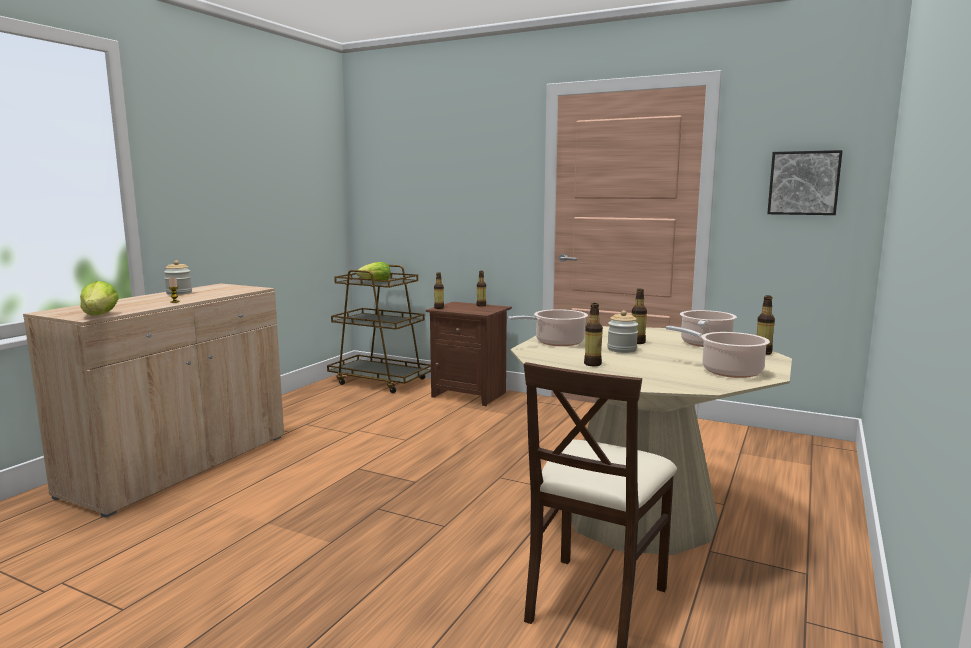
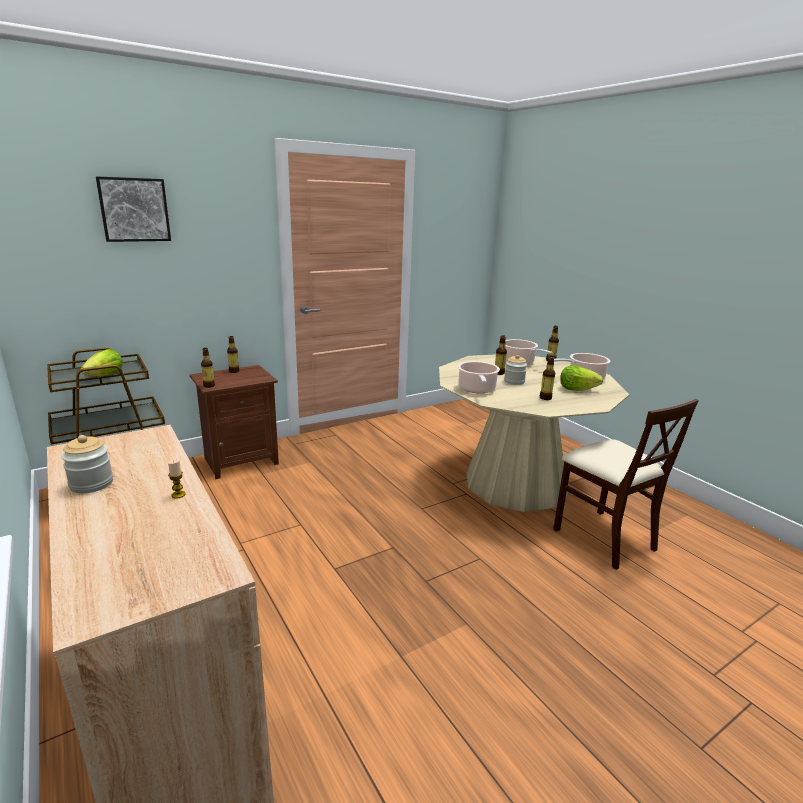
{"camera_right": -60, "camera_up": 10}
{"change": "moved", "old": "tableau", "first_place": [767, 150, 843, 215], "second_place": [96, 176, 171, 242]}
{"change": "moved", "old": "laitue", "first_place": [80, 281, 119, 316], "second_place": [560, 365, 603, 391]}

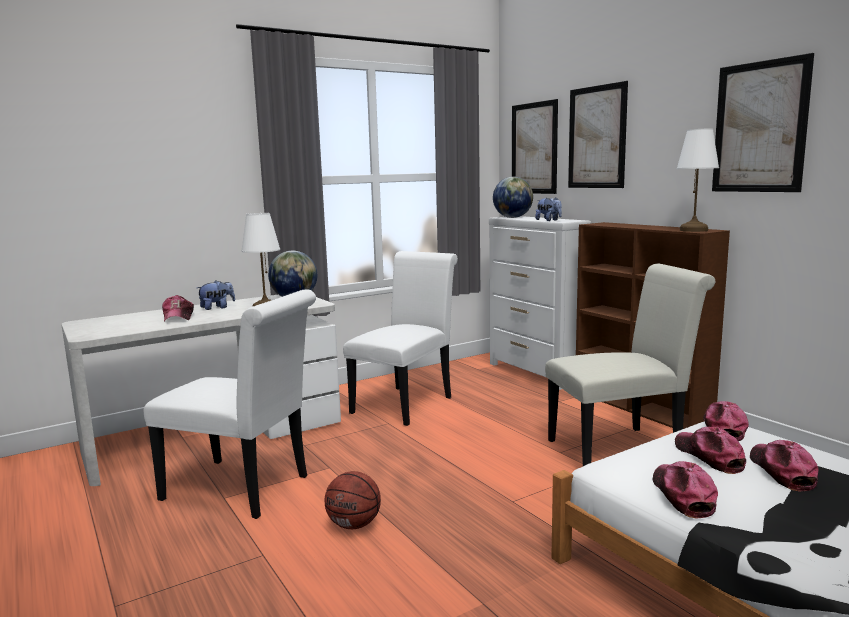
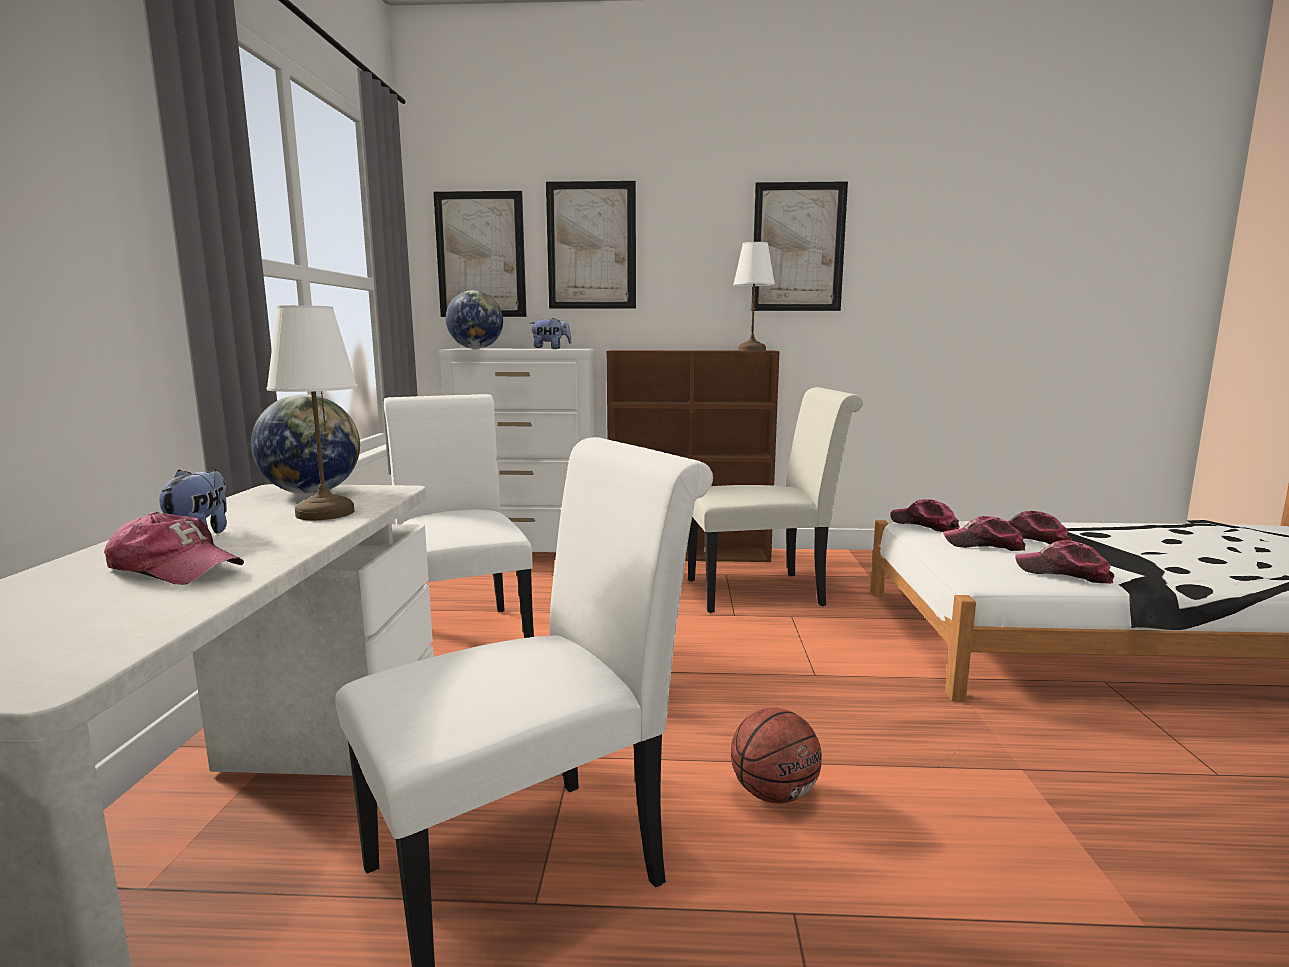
{"camera_right": -55, "camera_up": 0}
{"change": "turned", "old": "chaise/blanc", "first_place": [545, 264, 715, 466], "second_place": [688, 387, 863, 613], "degrees": 60}

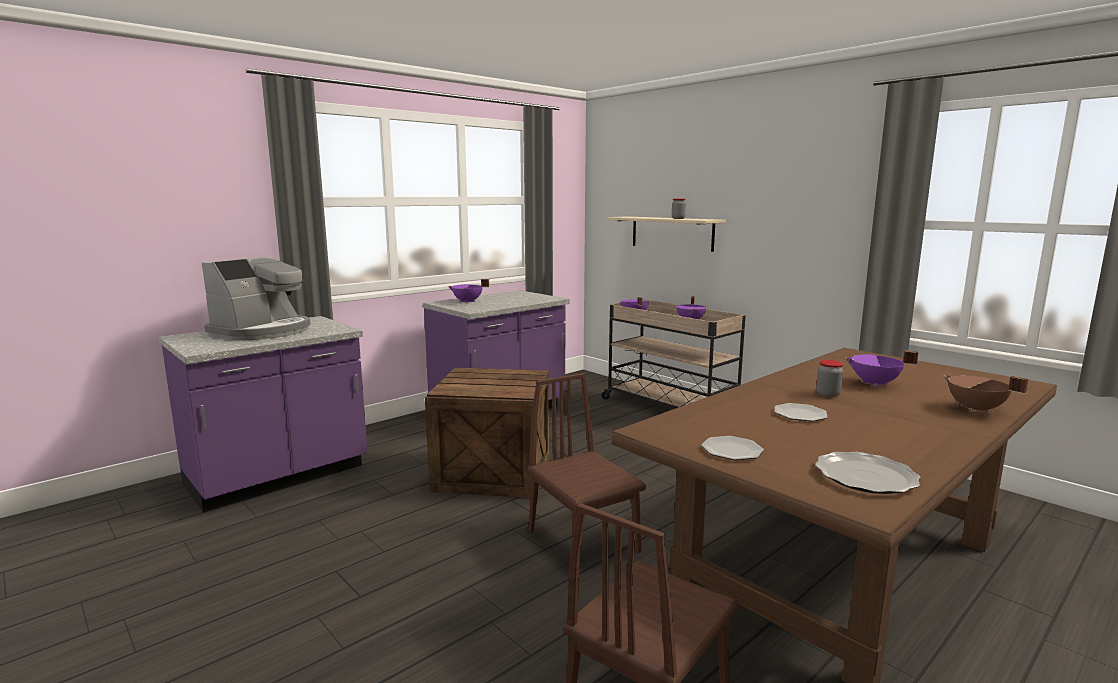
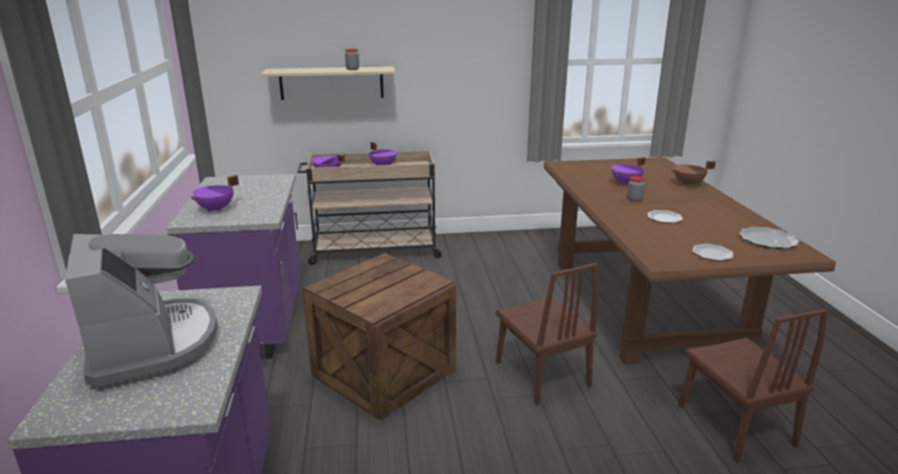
{"camera_right": -55, "camera_up": 10}
{"change": "turned", "old": "chaise/marron", "first_place": [528, 373, 646, 553], "second_place": [496, 263, 598, 405], "degrees": -120}

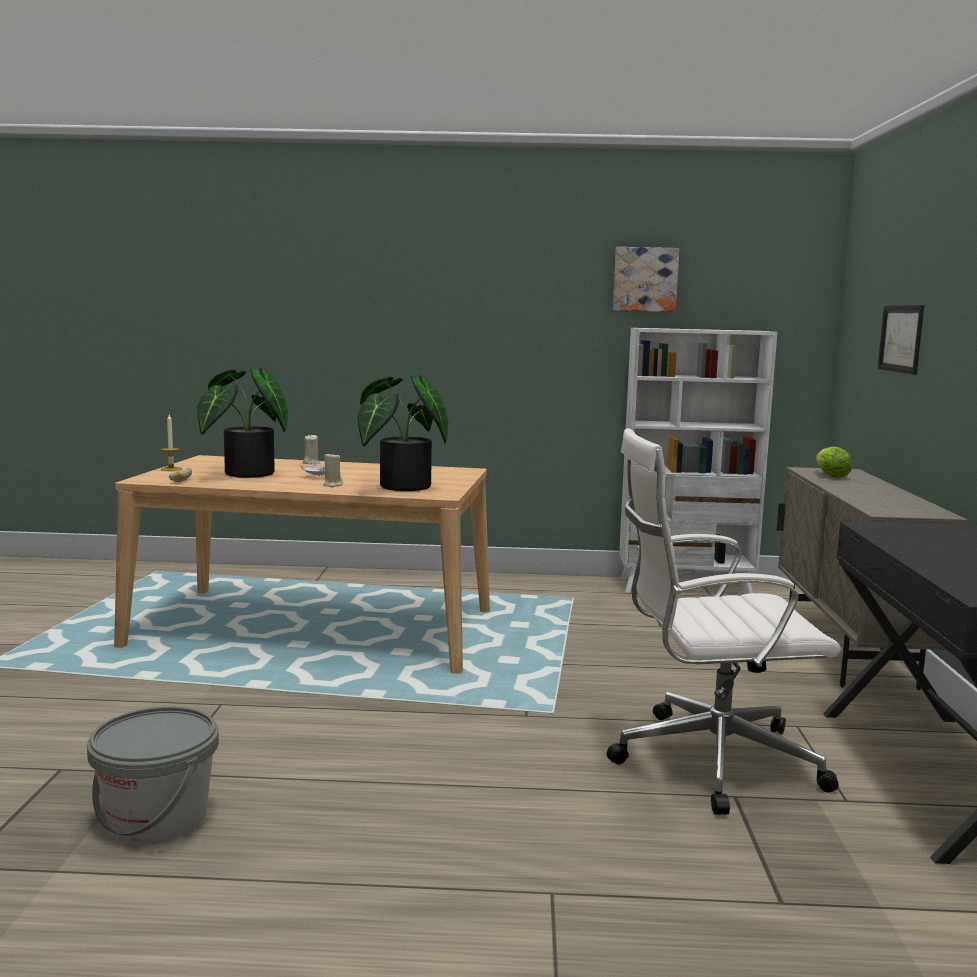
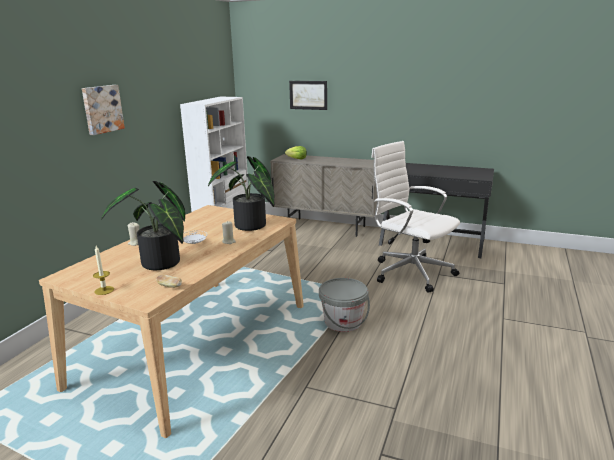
{"camera_right": -70, "camera_up": 10}
{"change": "moved", "old": "tableau", "first_place": [613, 247, 679, 312], "second_place": [82, 85, 125, 135]}
{"change": "moved", "old": "seau/gris", "first_place": [87, 706, 219, 845], "second_place": [319, 278, 370, 332]}
{"change": "turned", "old": "chaise de bureau/blanc", "first_place": [607, 428, 841, 815], "second_place": [371, 141, 460, 293], "degrees": 120}

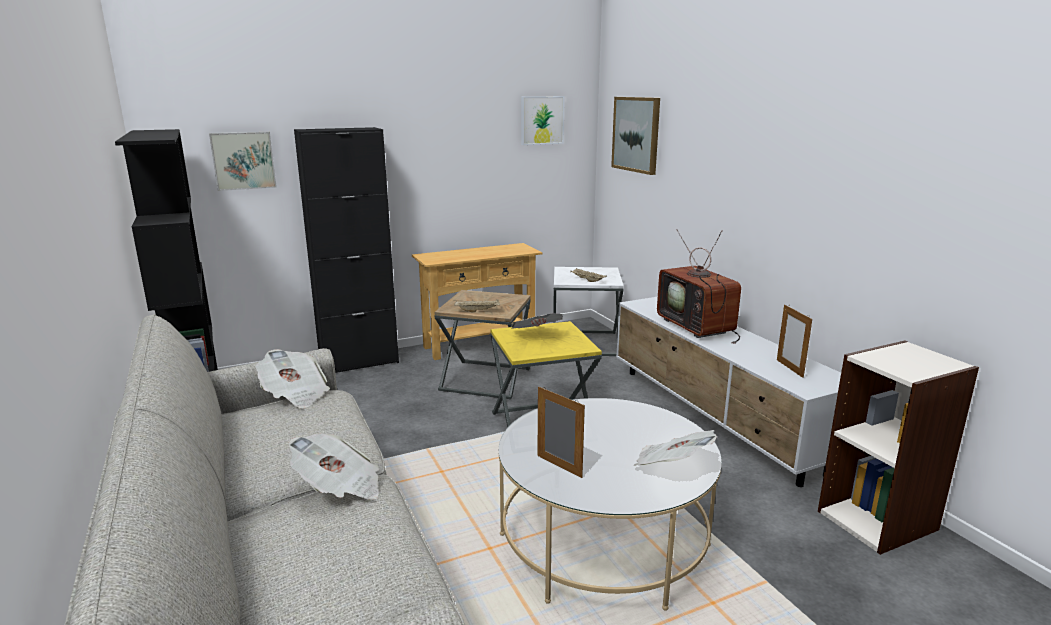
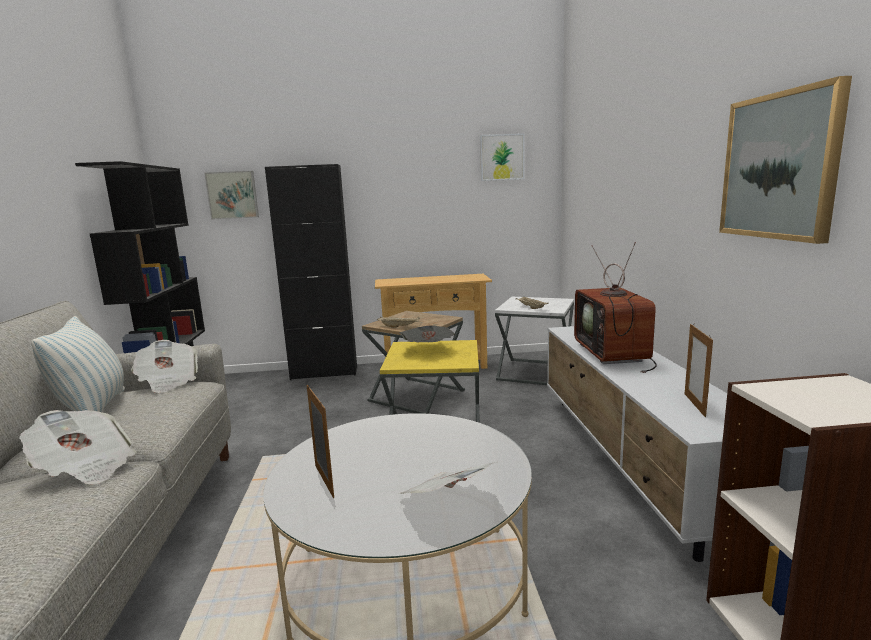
{"camera_right": 20, "camera_up": -5}
{"change": "added", "new": "coussin", "second_place": [31, 316, 125, 412]}
{"change": "moved", "old": "tableau", "first_place": [611, 97, 660, 175], "second_place": [719, 76, 852, 244]}

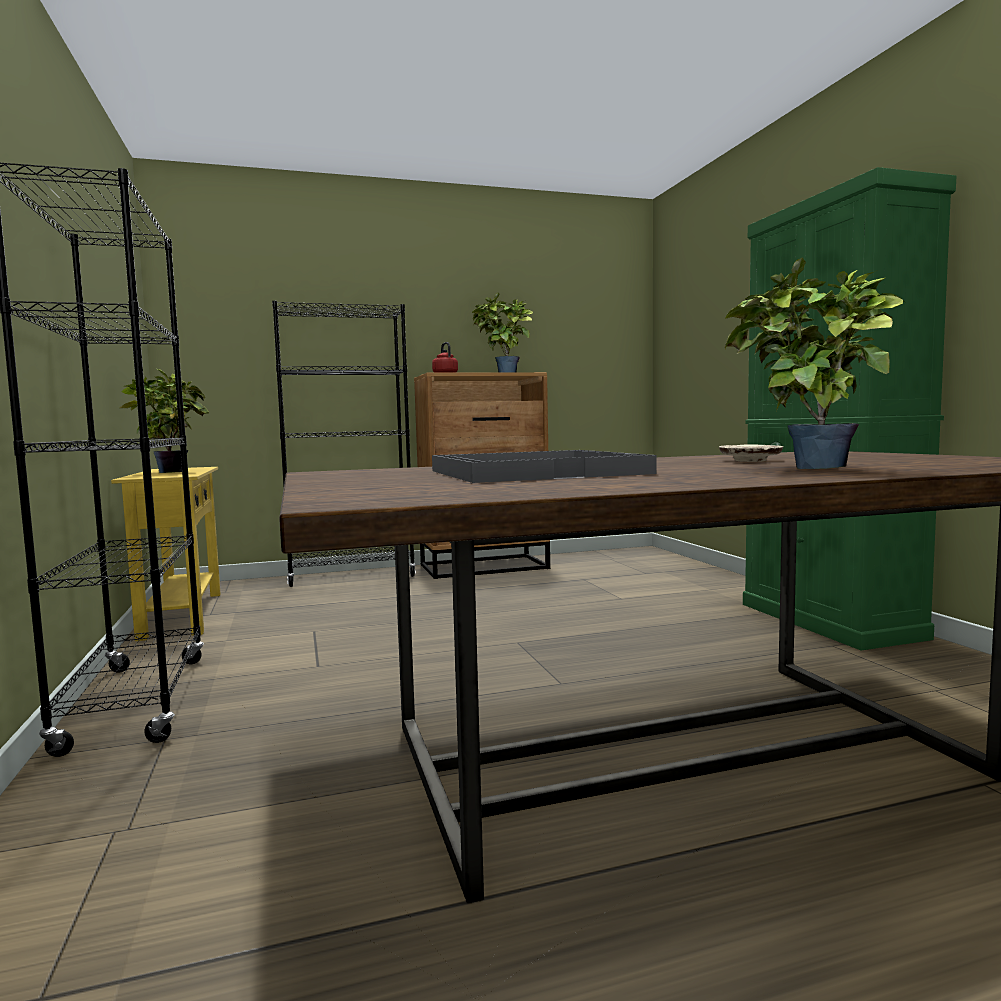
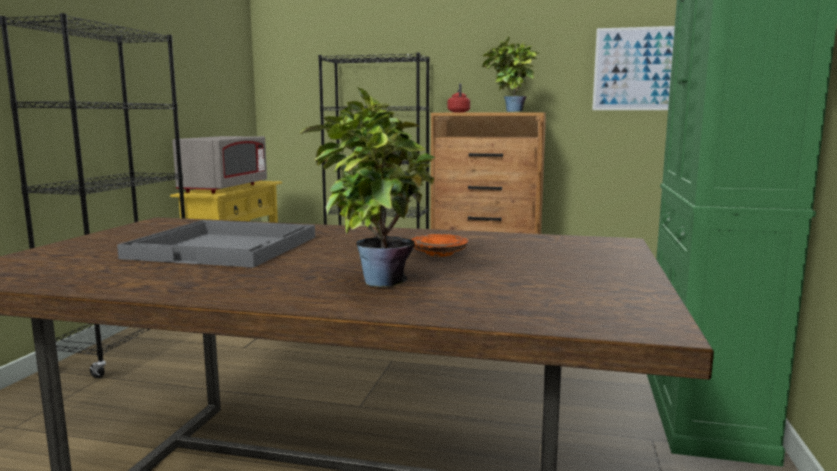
{"camera_right": 30, "camera_up": 5}
{"change": "replaced", "old": "plante en pot", "new": "micro-ondes/gris", "first_place": [120, 369, 209, 473], "second_place": [172, 136, 267, 193]}
{"change": "recoloured", "old": "assiette/beige", "new": "assiette/orange", "first_place": [719, 444, 783, 462], "second_place": [412, 234, 468, 257]}
{"change": "added", "new": "tableau", "second_place": [592, 26, 675, 110]}

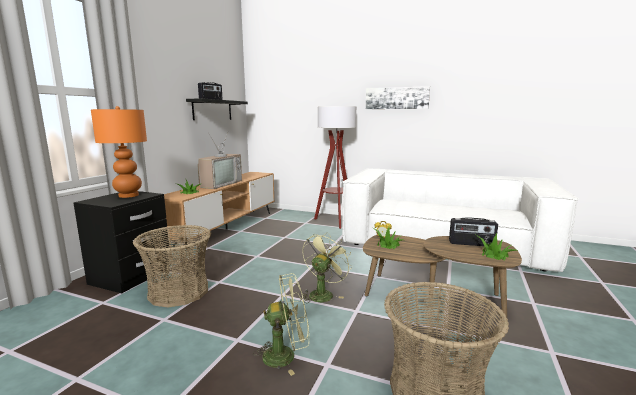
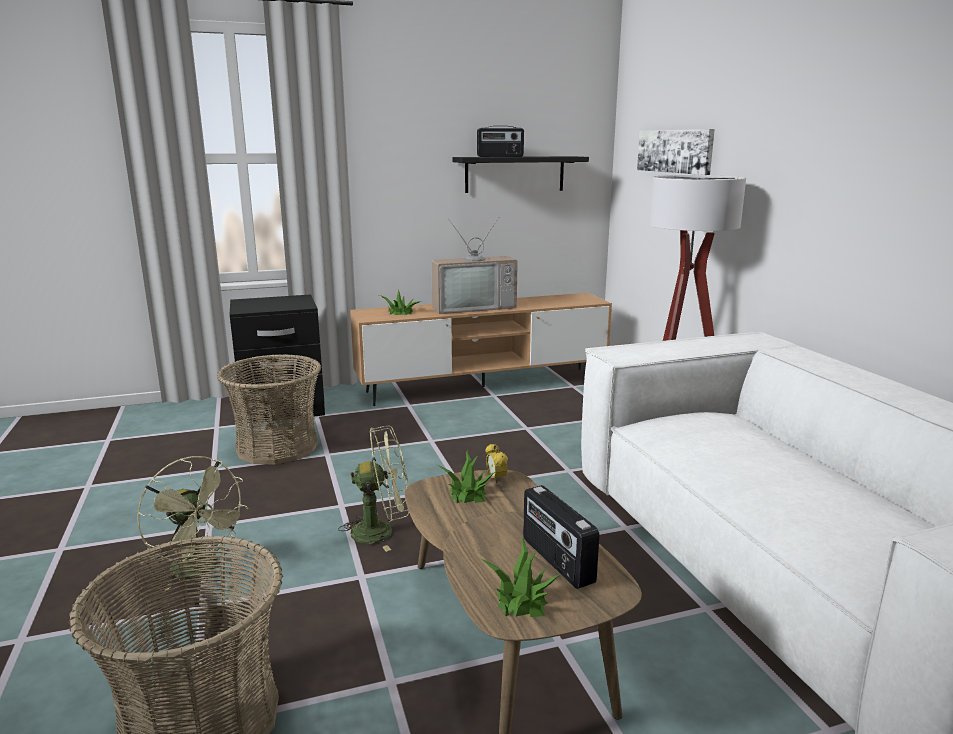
{"camera_right": 50, "camera_up": 5}
{"change": "moved", "old": "tableau", "first_place": [366, 86, 430, 109], "second_place": [637, 129, 715, 175]}
{"change": "removed", "old": "lampe de table/orange", "first_place": [91, 106, 147, 198]}

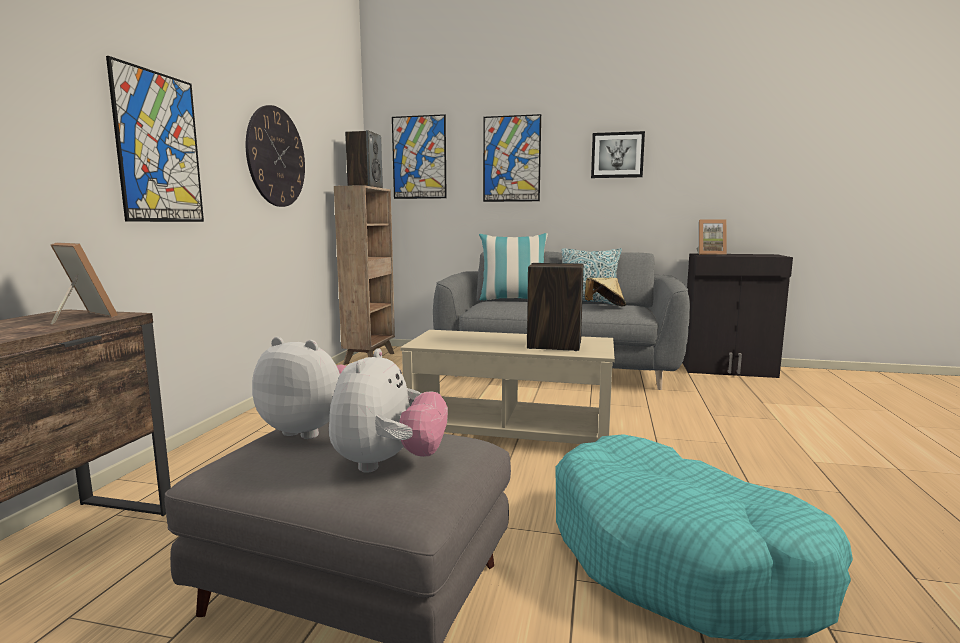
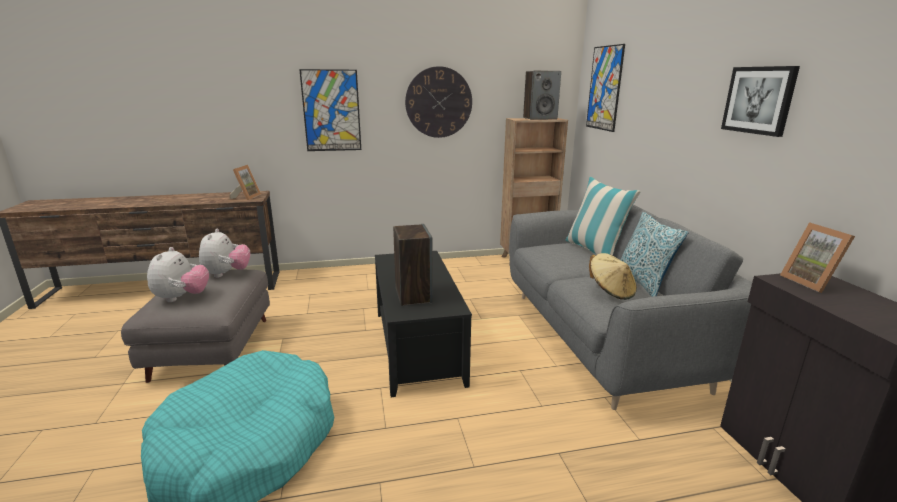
{"camera_right": 65, "camera_up": 10}
{"change": "turned", "old": "peluche", "first_place": [329, 348, 448, 473], "second_place": [147, 247, 209, 302], "degrees": -75}
{"change": "recoloured", "old": "table basse/beige", "new": "table basse/noir", "first_place": [400, 330, 615, 444], "second_place": [375, 251, 472, 397]}
{"change": "removed", "old": "tableau", "first_place": [483, 114, 541, 202]}

